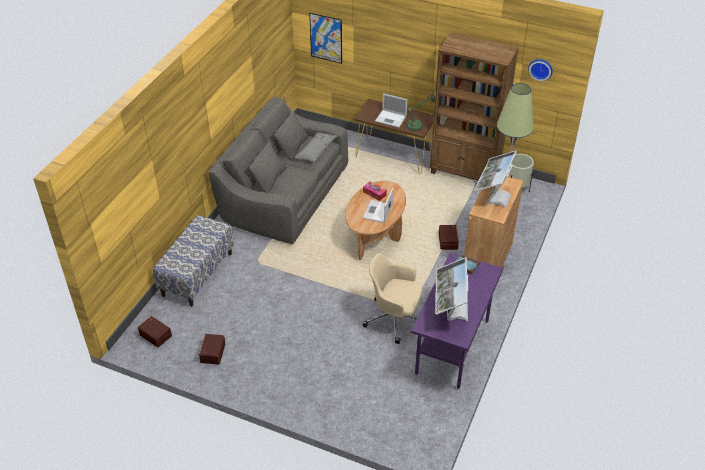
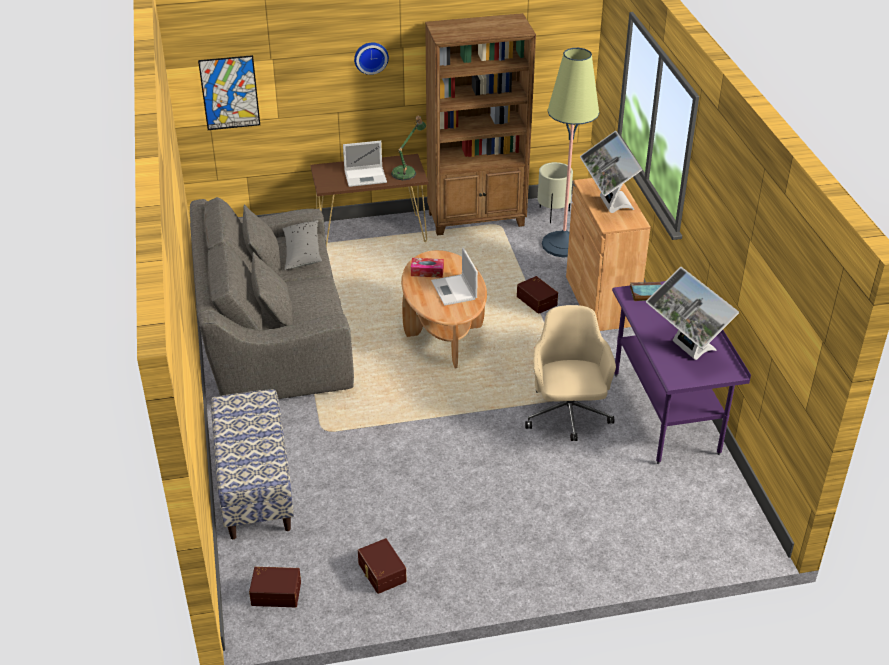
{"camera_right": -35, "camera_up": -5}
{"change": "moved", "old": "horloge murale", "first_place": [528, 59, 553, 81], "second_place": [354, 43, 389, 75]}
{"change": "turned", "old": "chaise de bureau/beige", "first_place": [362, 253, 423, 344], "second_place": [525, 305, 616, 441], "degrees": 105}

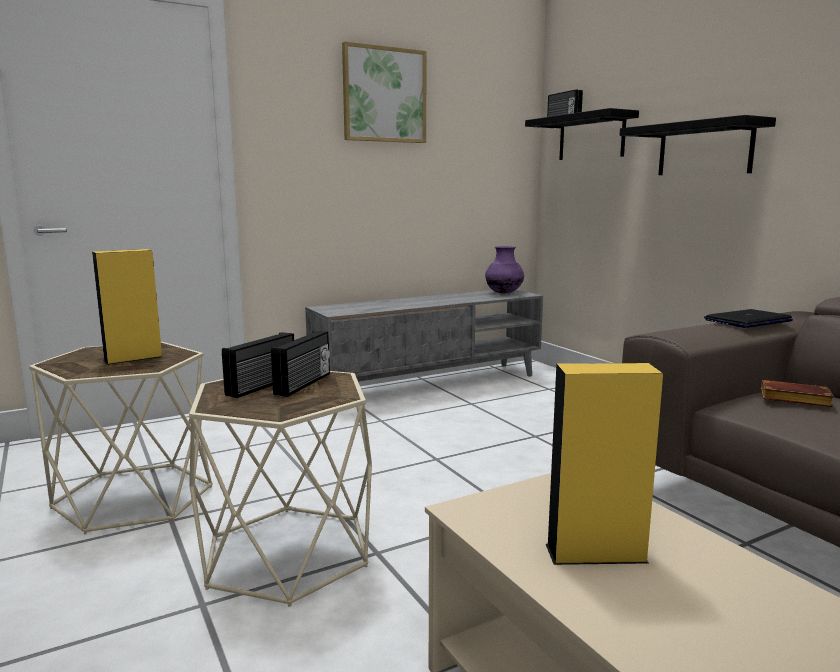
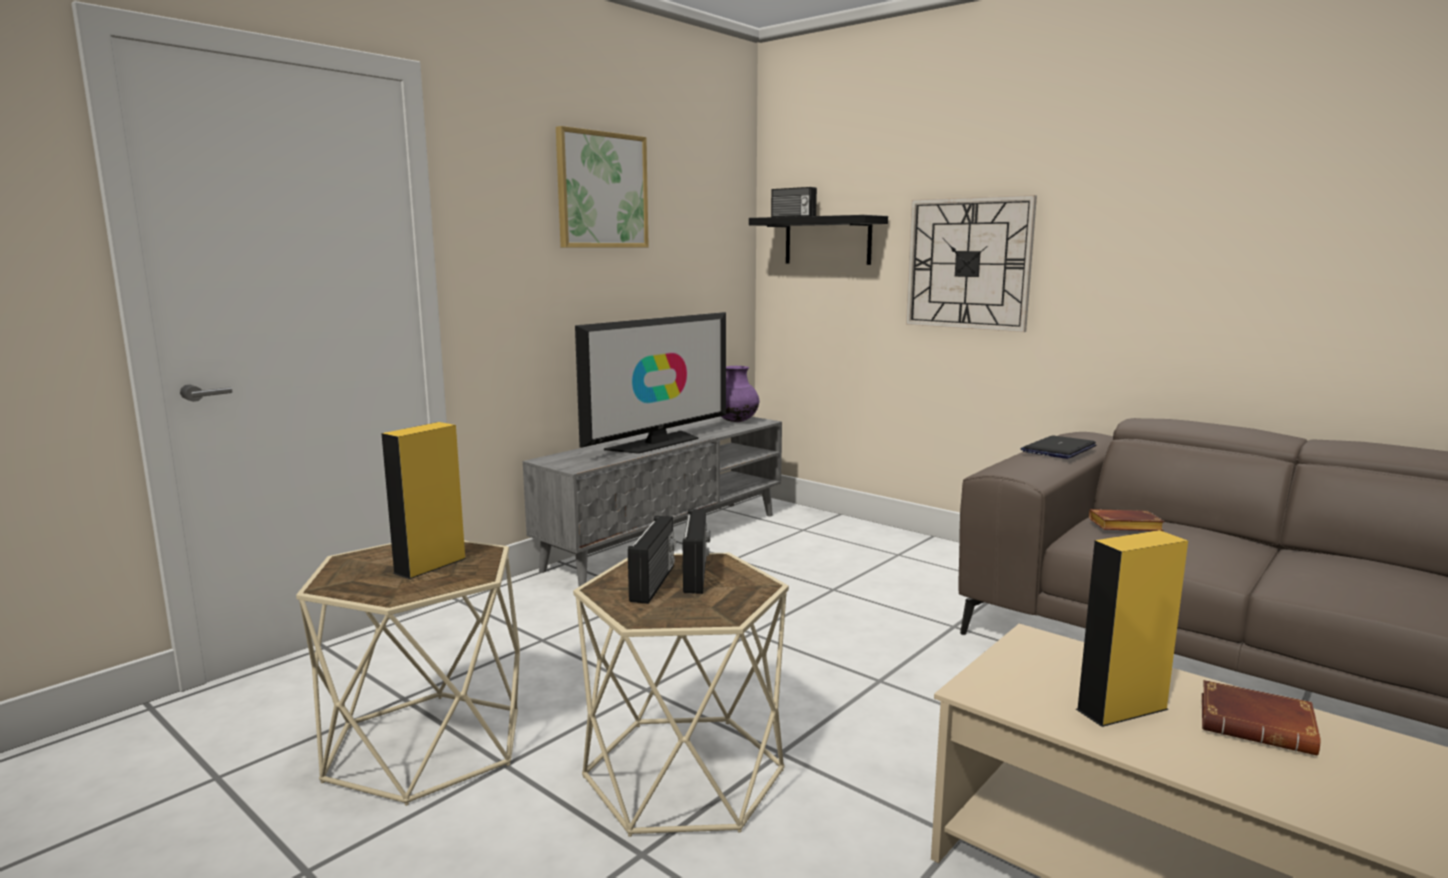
{"camera_right": -20, "camera_up": 0}
{"change": "added", "new": "téléviseur", "second_place": [575, 312, 726, 454]}
{"change": "replaced", "old": "étagère/noir", "new": "horloge murale", "first_place": [620, 115, 776, 175], "second_place": [906, 195, 1037, 332]}
{"change": "added", "new": "livre/marron", "second_place": [1202, 680, 1321, 755]}

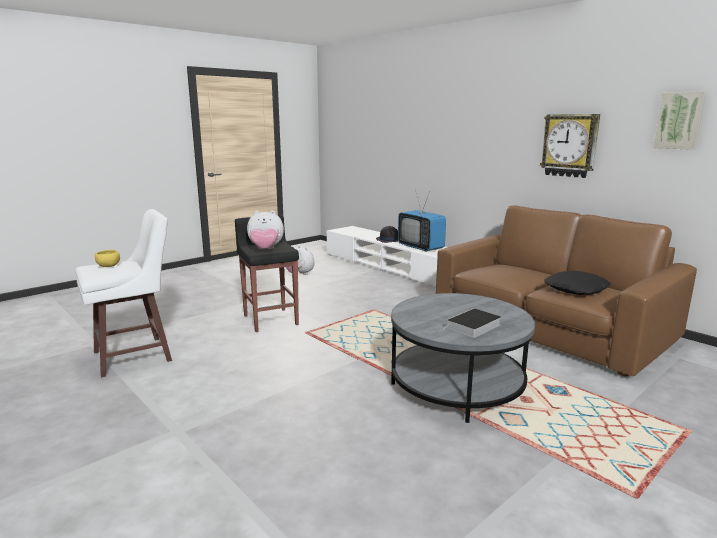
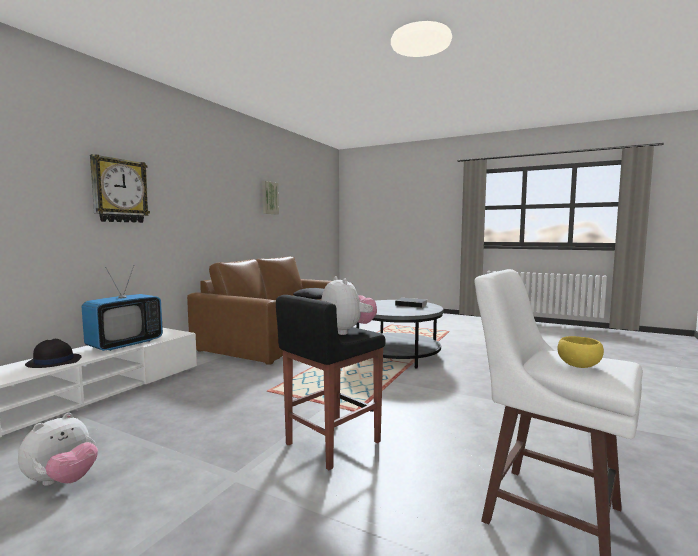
{"camera_right": -110, "camera_up": -10}
{"change": "moved", "old": "horloge murale", "first_place": [540, 114, 600, 178], "second_place": [90, 154, 150, 223]}

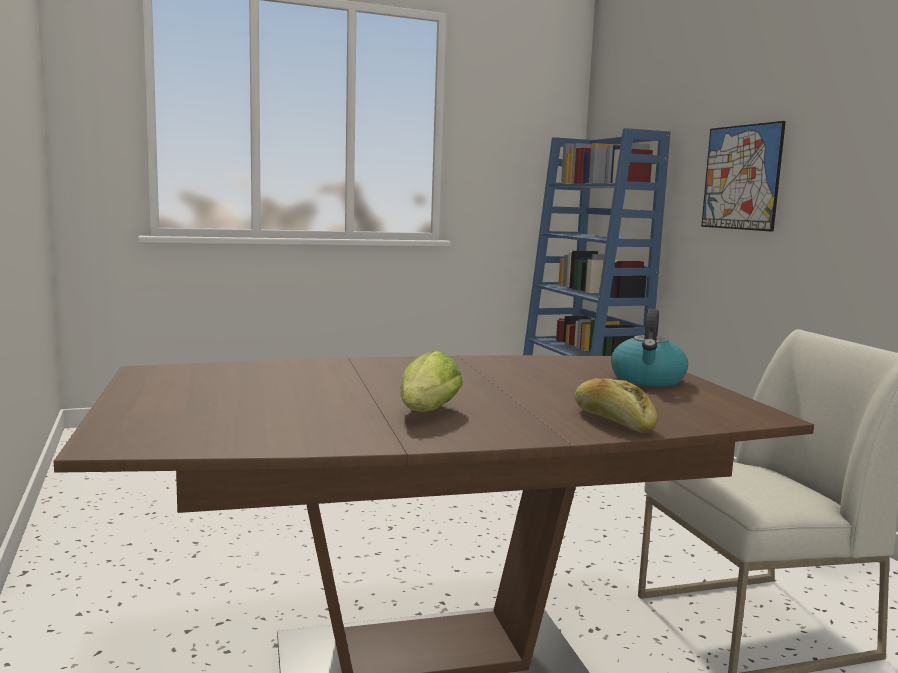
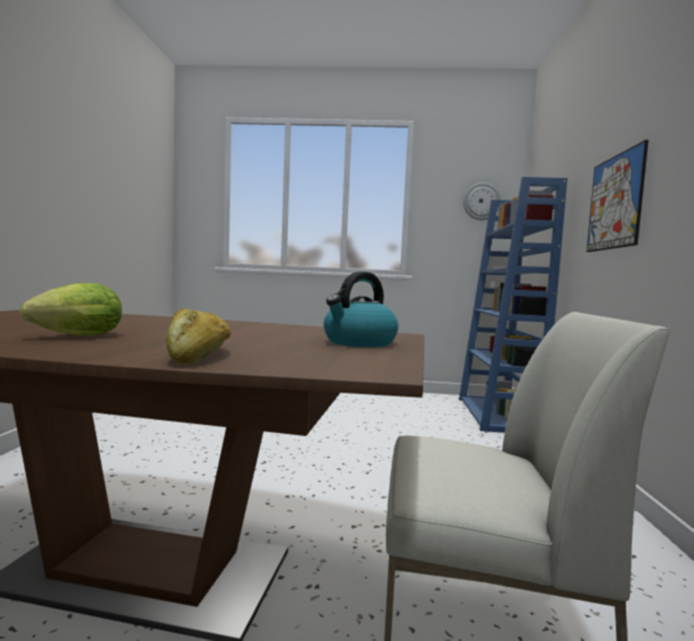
{"camera_right": 25, "camera_up": -5}
{"change": "added", "new": "horloge murale", "second_place": [463, 182, 501, 220]}

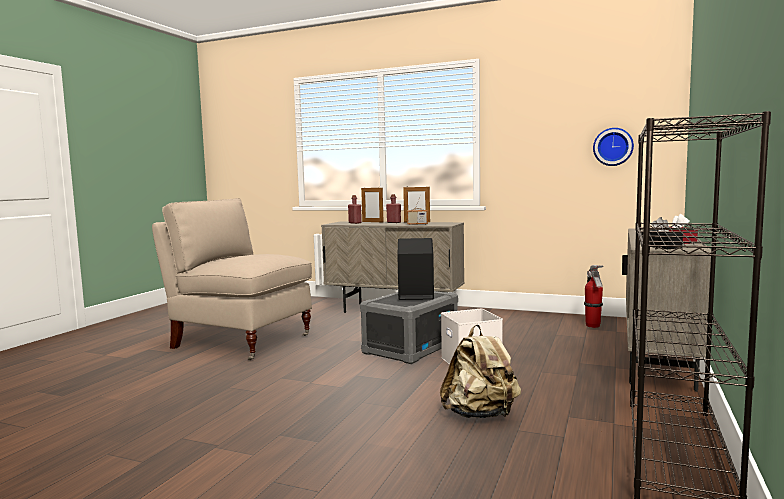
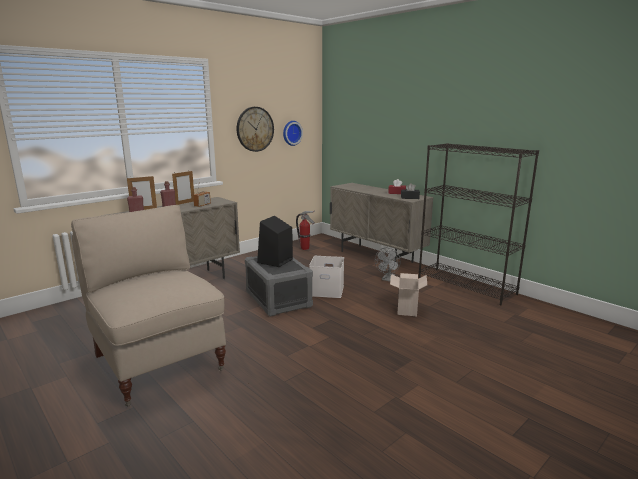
{"camera_right": -65, "camera_up": 10}
{"change": "turned", "old": "chaise/beige", "first_place": [152, 198, 312, 360], "second_place": [71, 205, 226, 406], "degrees": 90}
{"change": "added", "new": "horloge murale", "second_place": [237, 107, 274, 152]}
{"change": "added", "new": "ventilateur/gris", "second_place": [375, 248, 401, 281]}
{"change": "replaced", "old": "sac à dos/beige", "new": "carton", "first_place": [440, 325, 521, 418], "second_place": [390, 273, 427, 316]}

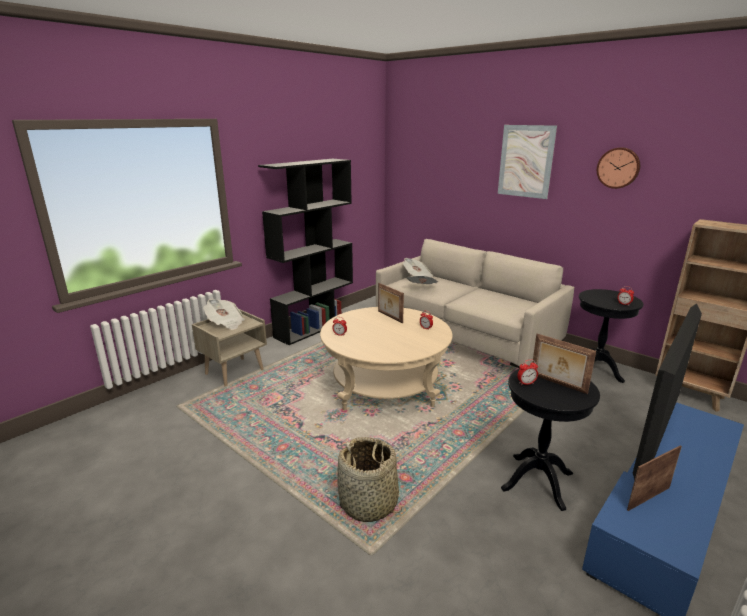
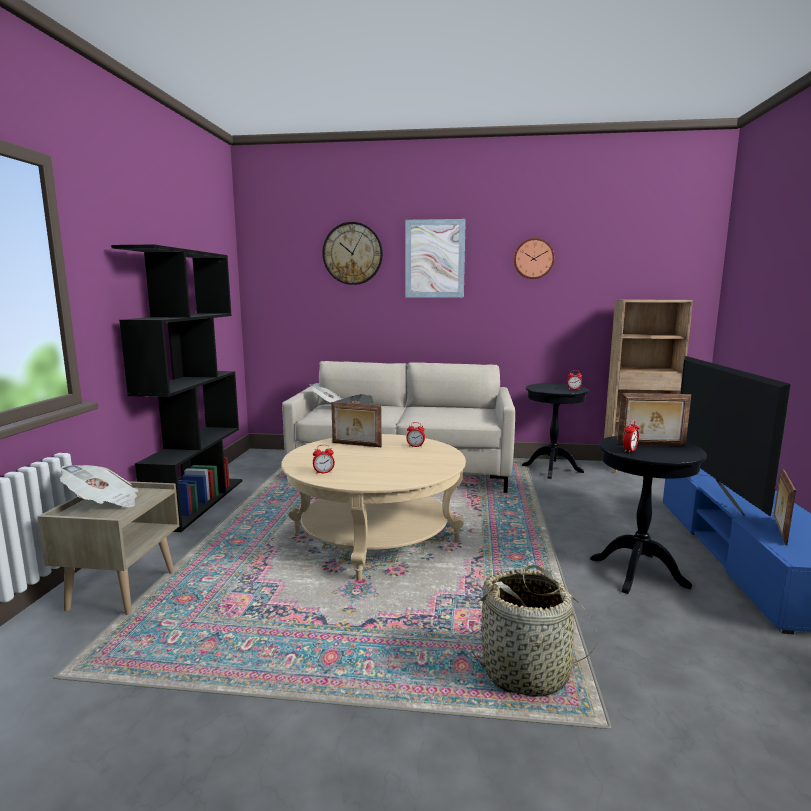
{"camera_right": -35, "camera_up": -10}
{"change": "added", "new": "horloge murale", "second_place": [323, 222, 383, 285]}

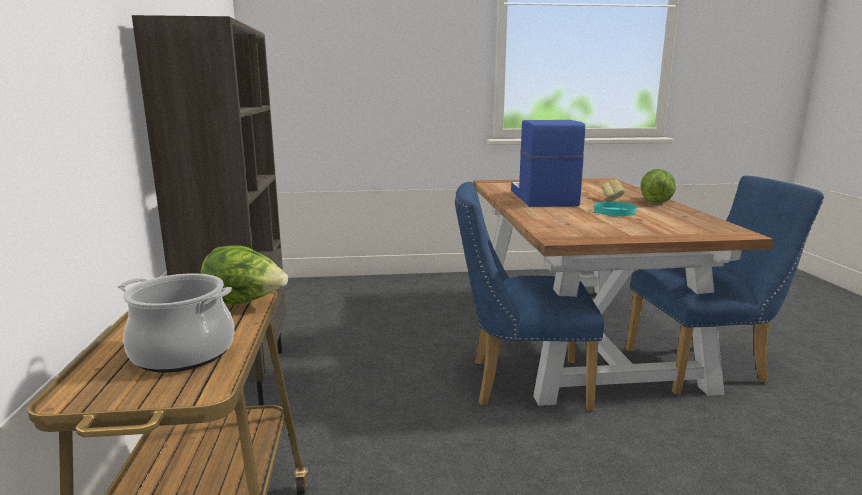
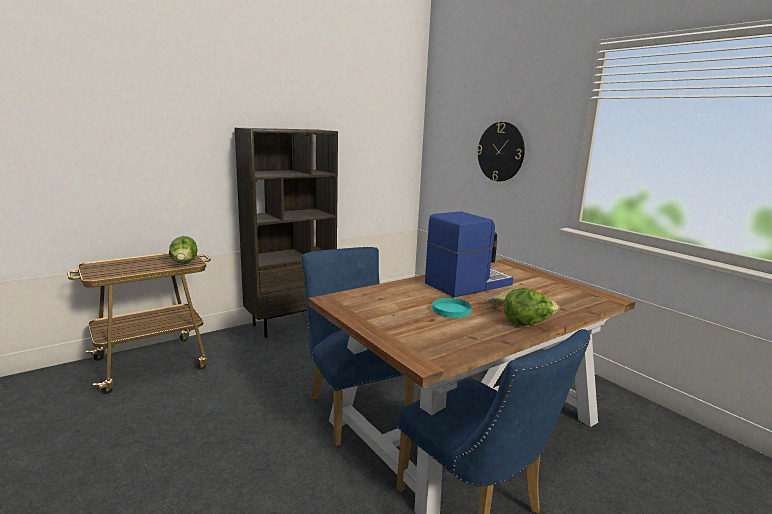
{"camera_right": 60, "camera_up": 0}
{"change": "added", "new": "horloge murale", "second_place": [477, 122, 525, 181]}
{"change": "removed", "old": "marmite", "first_place": [118, 273, 235, 373]}

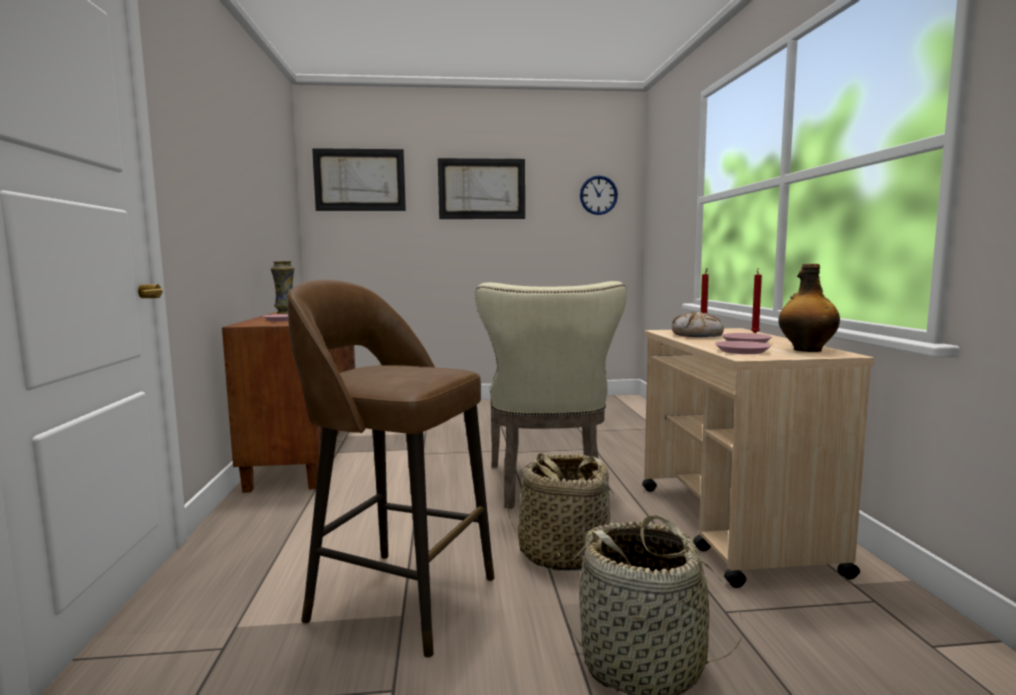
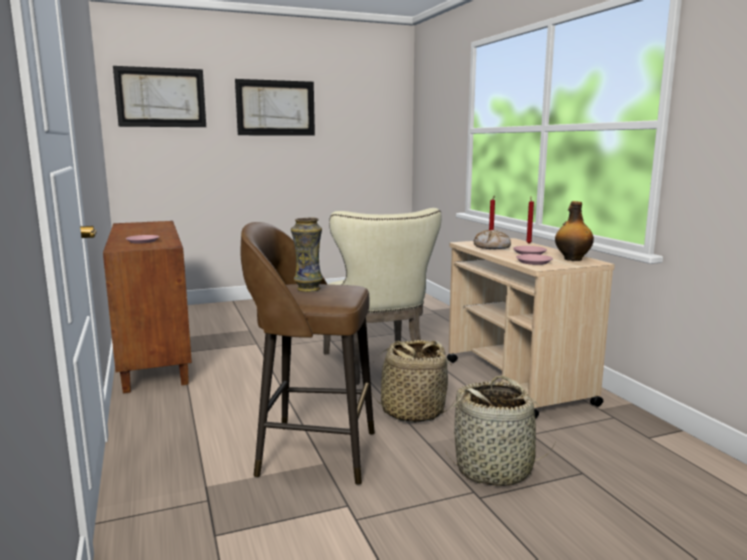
{"camera_right": -15, "camera_up": 5}
{"change": "moved", "old": "vase", "first_place": [271, 261, 295, 314], "second_place": [291, 217, 323, 292]}
{"change": "removed", "old": "horloge murale", "first_place": [580, 175, 618, 215]}

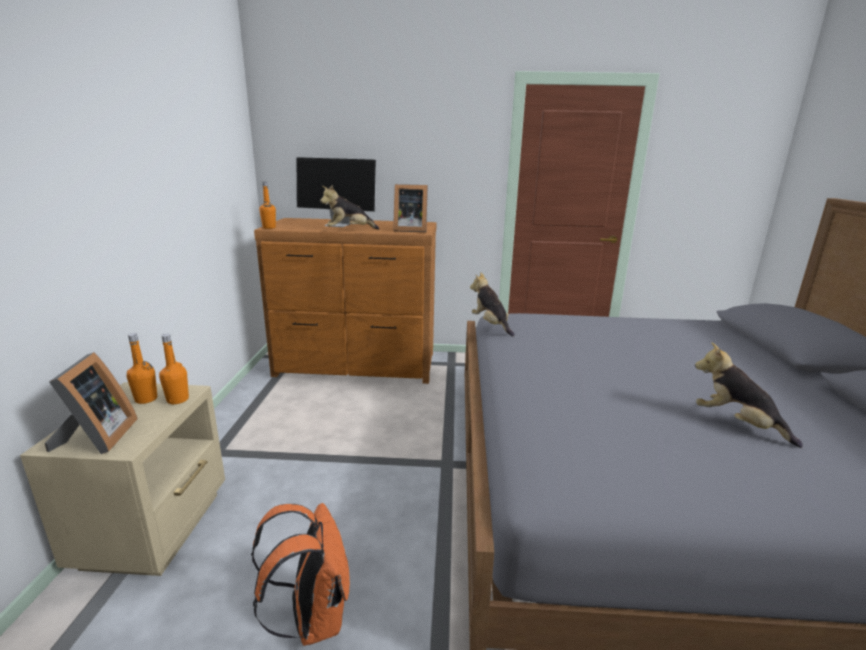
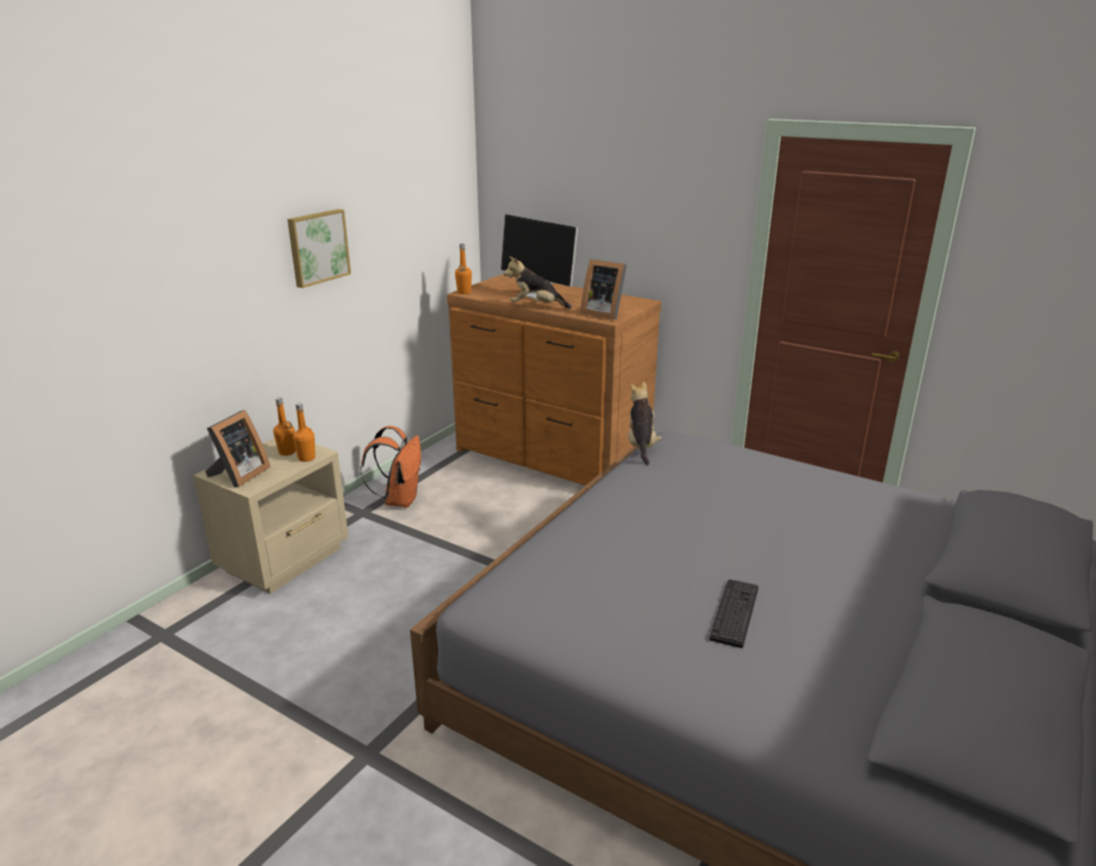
{"camera_right": 30, "camera_up": 5}
{"change": "added", "new": "tableau", "second_place": [287, 209, 351, 288]}
{"change": "moved", "old": "sac à dos/orange", "first_place": [251, 503, 350, 646], "second_place": [361, 426, 421, 508]}
{"change": "replaced", "old": "peluche", "new": "clavier", "first_place": [695, 342, 803, 448], "second_place": [709, 579, 759, 648]}

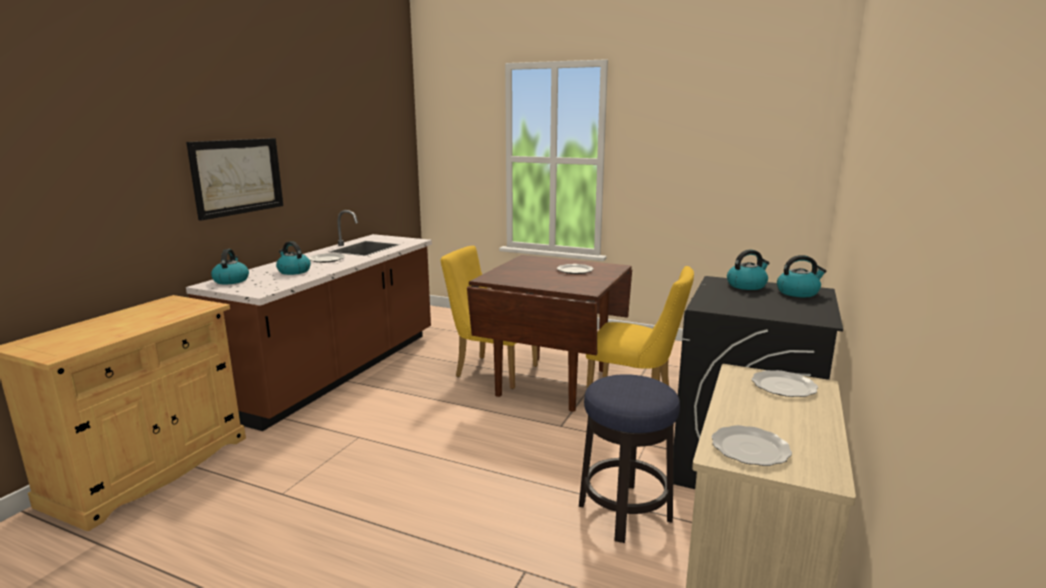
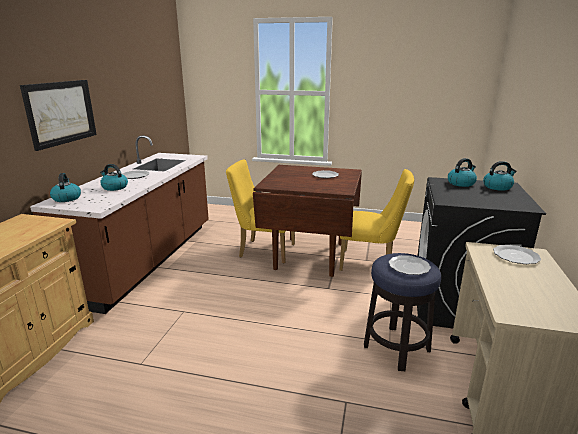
{"camera_right": -10, "camera_up": 5}
{"change": "moved", "old": "assiette", "first_place": [711, 425, 792, 466], "second_place": [389, 255, 431, 275]}

